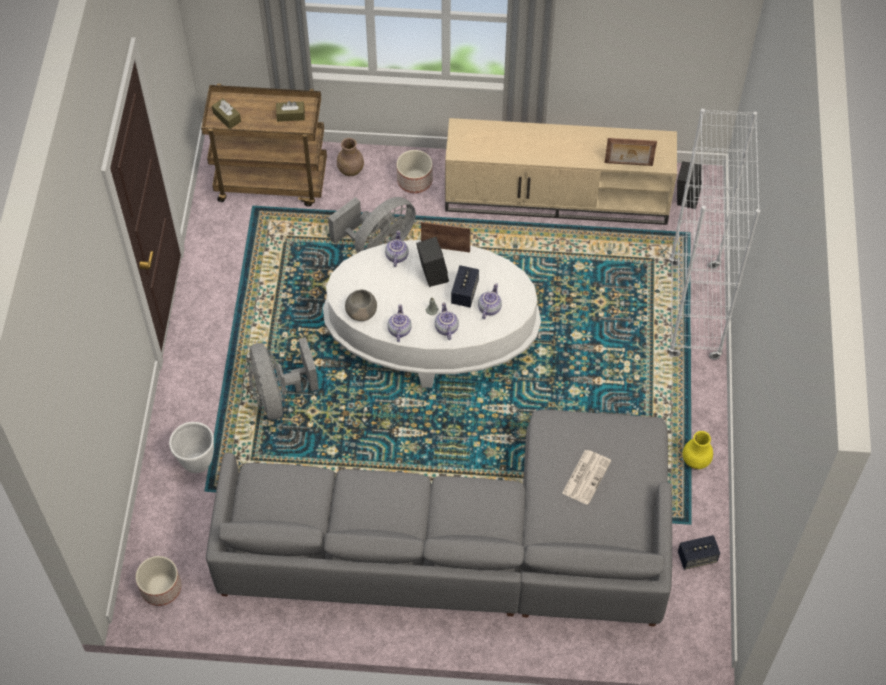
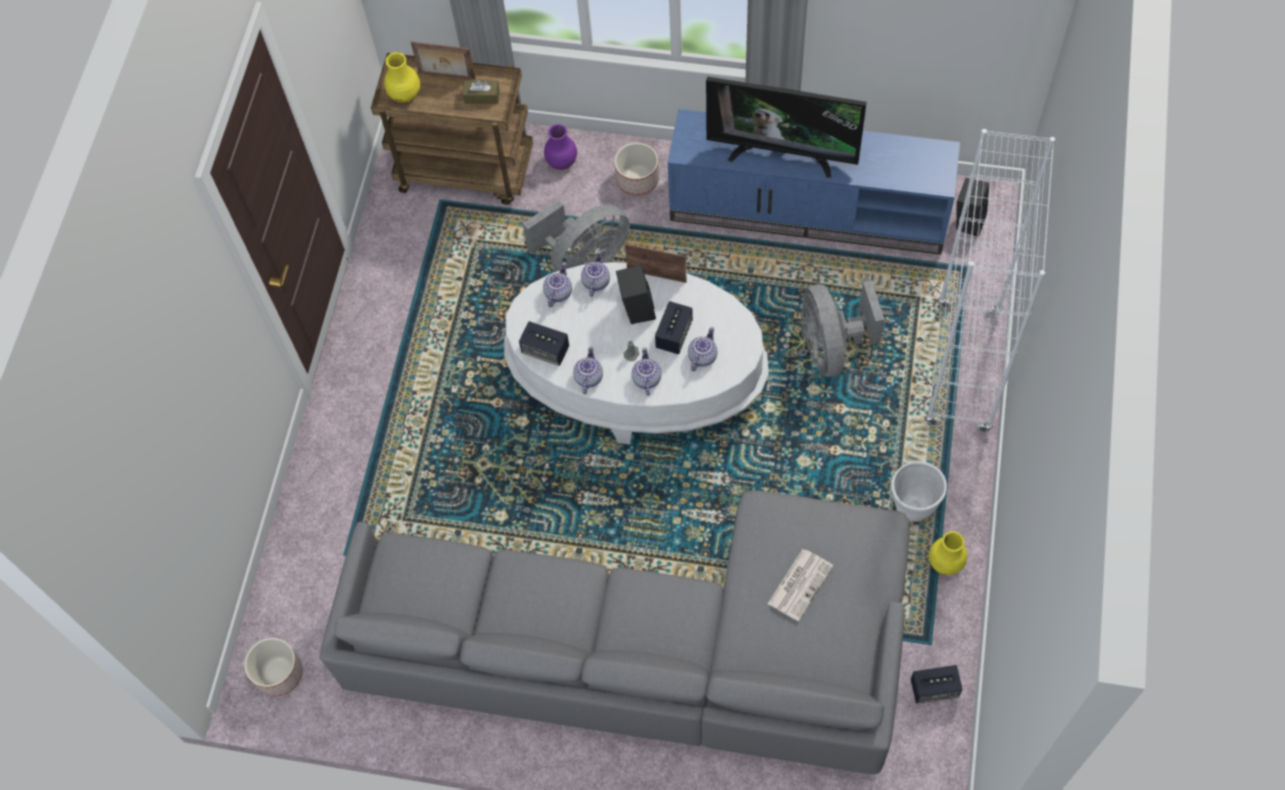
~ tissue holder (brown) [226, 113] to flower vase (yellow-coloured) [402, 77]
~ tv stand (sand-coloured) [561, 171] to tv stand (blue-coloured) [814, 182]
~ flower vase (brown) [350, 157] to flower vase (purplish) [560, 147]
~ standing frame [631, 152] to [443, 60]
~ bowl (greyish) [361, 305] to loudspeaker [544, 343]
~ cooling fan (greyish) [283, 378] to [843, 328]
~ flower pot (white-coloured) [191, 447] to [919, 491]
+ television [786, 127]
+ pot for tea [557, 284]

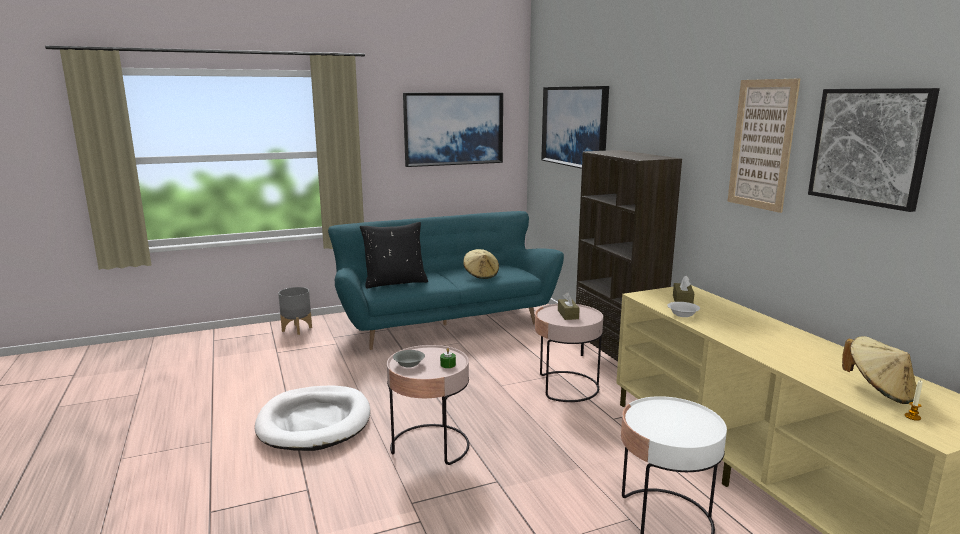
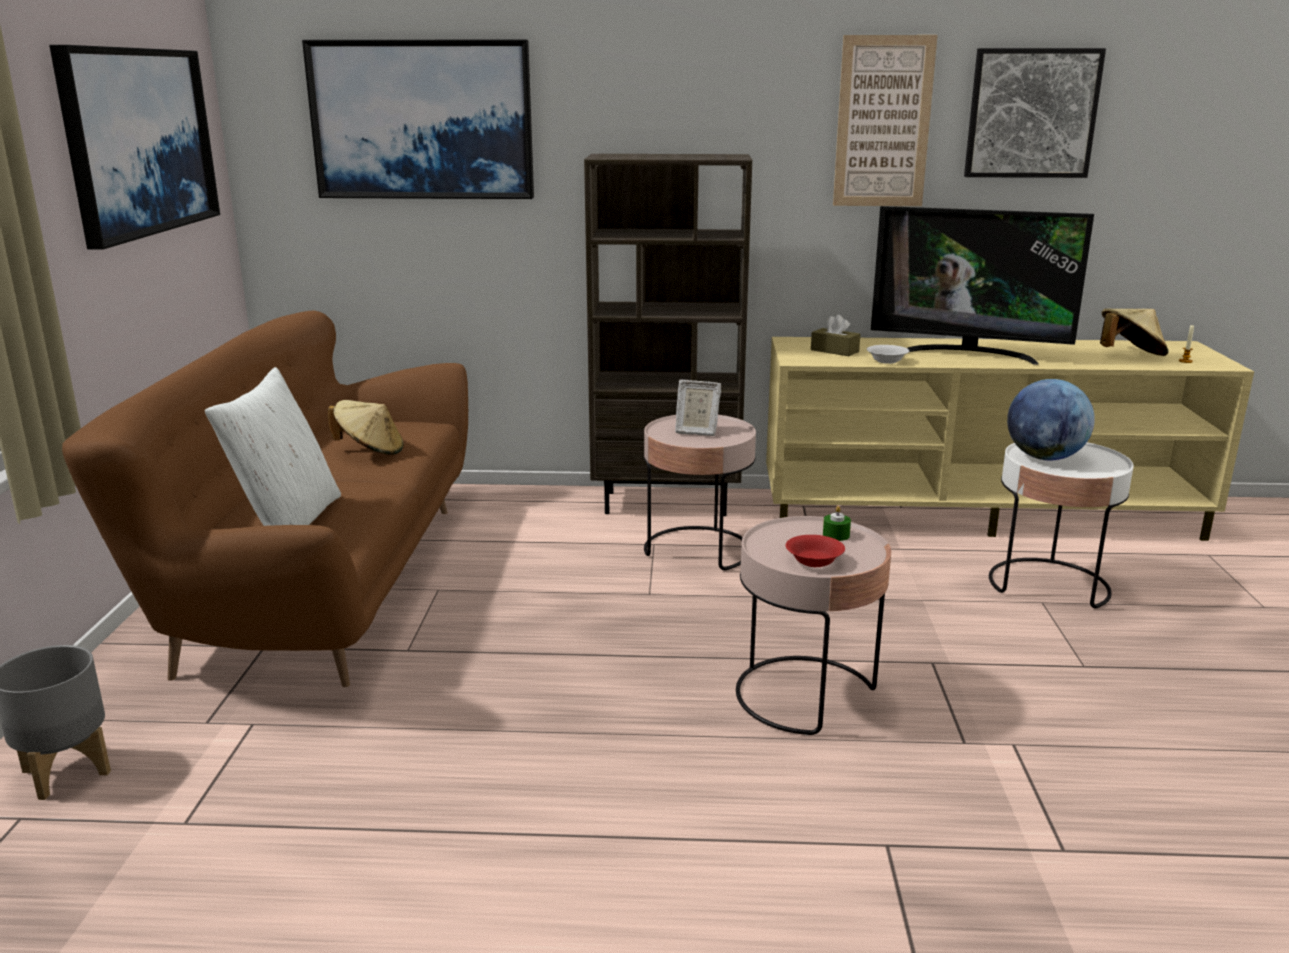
~ settee (turquoise) [446, 280] to settee (brown) [265, 498]
~ throw pillow (black) [394, 255] to throw pillow (white-coloured) [273, 446]
~ tissue holder (brown) [569, 306] to standing frame [698, 408]
~ bowl (greyish) [409, 359] to bowl (red) [815, 551]
- dog bed (white-coloured) [312, 418]
+ television [982, 285]
+ desk globe [1051, 420]

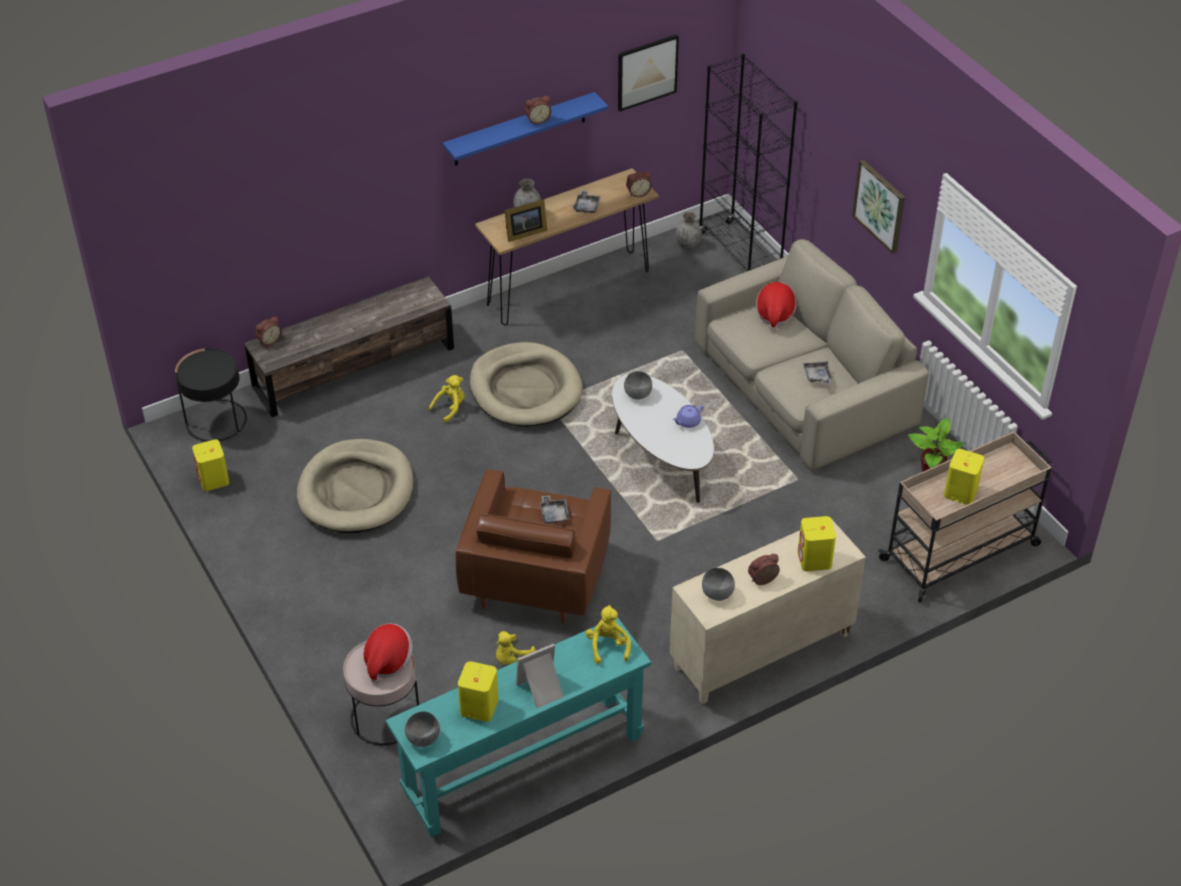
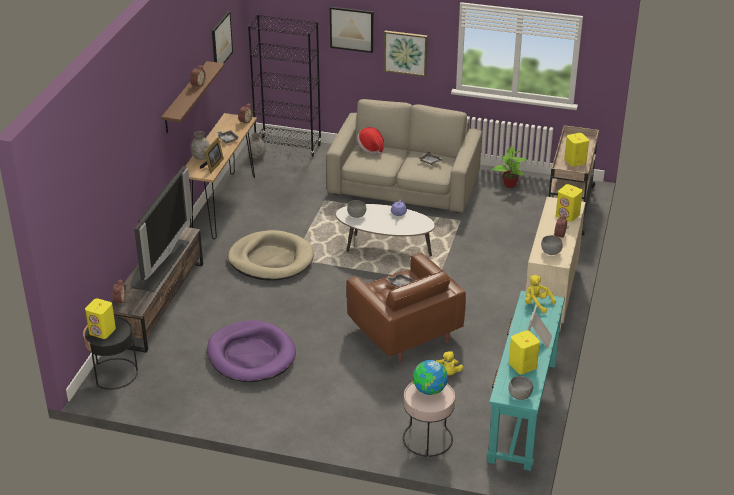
~ shelf (blue-coloured) [525, 129] to shelf (brown) [193, 97]
- soft toy (yellow-coloured) [447, 399]
~ loudspeaker (yellow-coloured) [210, 465] to [100, 318]
~ dog bed (sand-coloured) [355, 486] to dog bed (purplish) [251, 351]
~ hat [388, 654] to desk globe [430, 377]
+ wall art [351, 30]
+ television [162, 229]

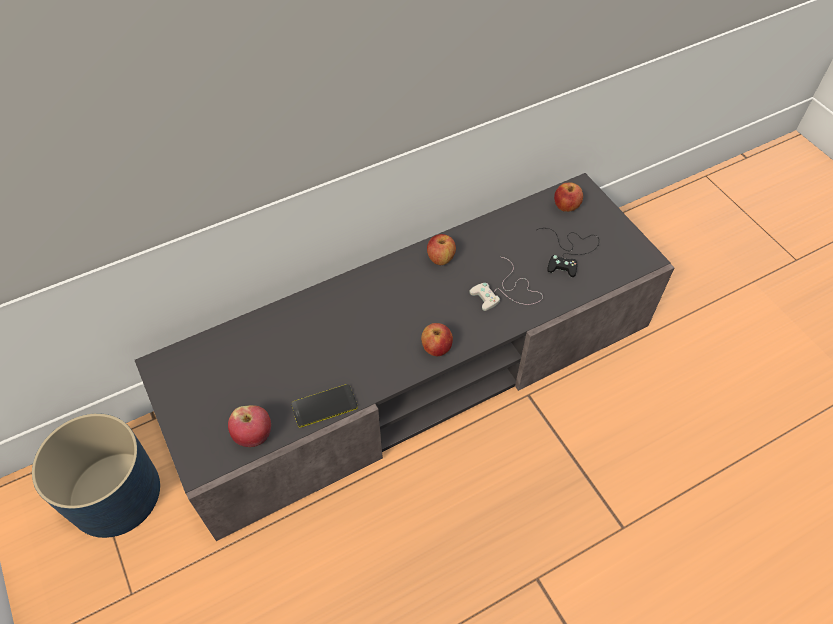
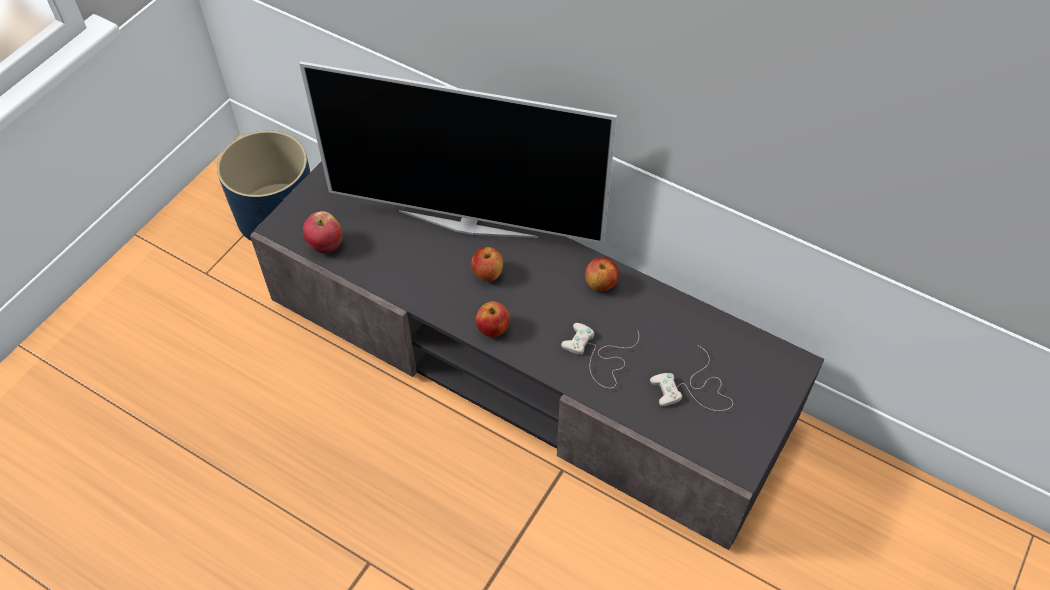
~ apple [568, 197] to [487, 264]
~ gamepad (black) [568, 252] to gamepad (white-coloured) [691, 378]
- telephone [324, 406]
+ television [458, 152]

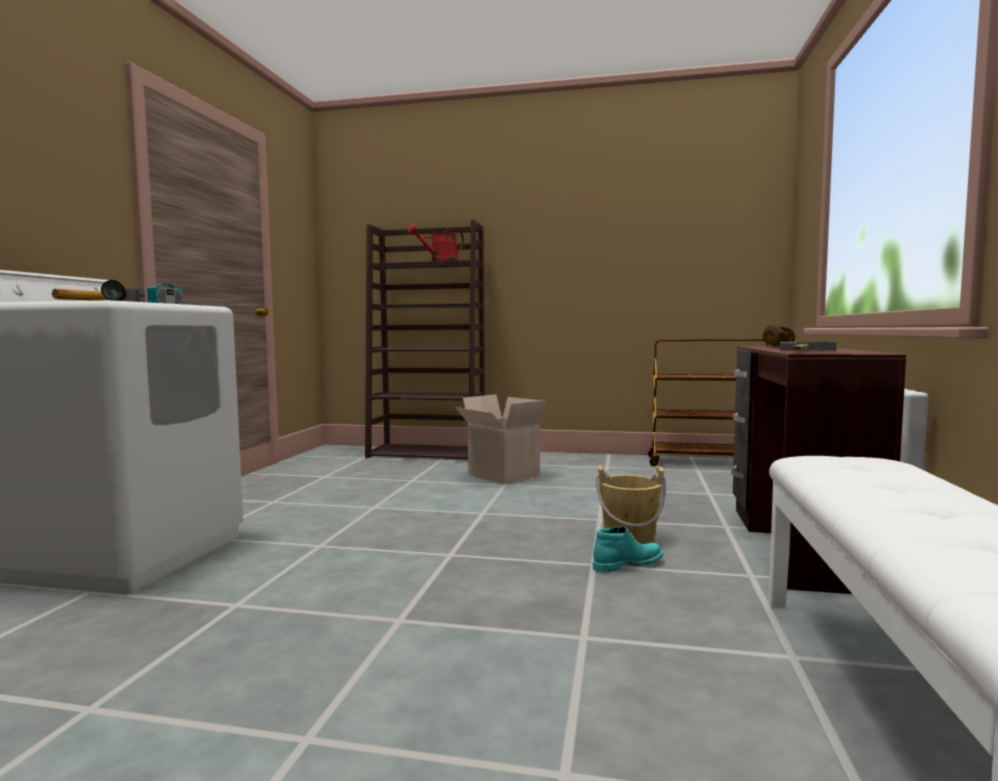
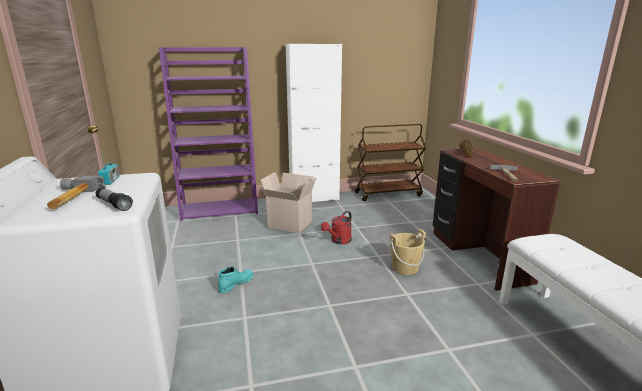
~ bookcase (brown) [425, 339] to bookcase (purplish) [208, 134]
~ watering can (red) [435, 242] to [336, 227]
~ tall boot (turquoise) [628, 549] to [236, 280]
+ storage cabinet (white-coloured) [314, 123]

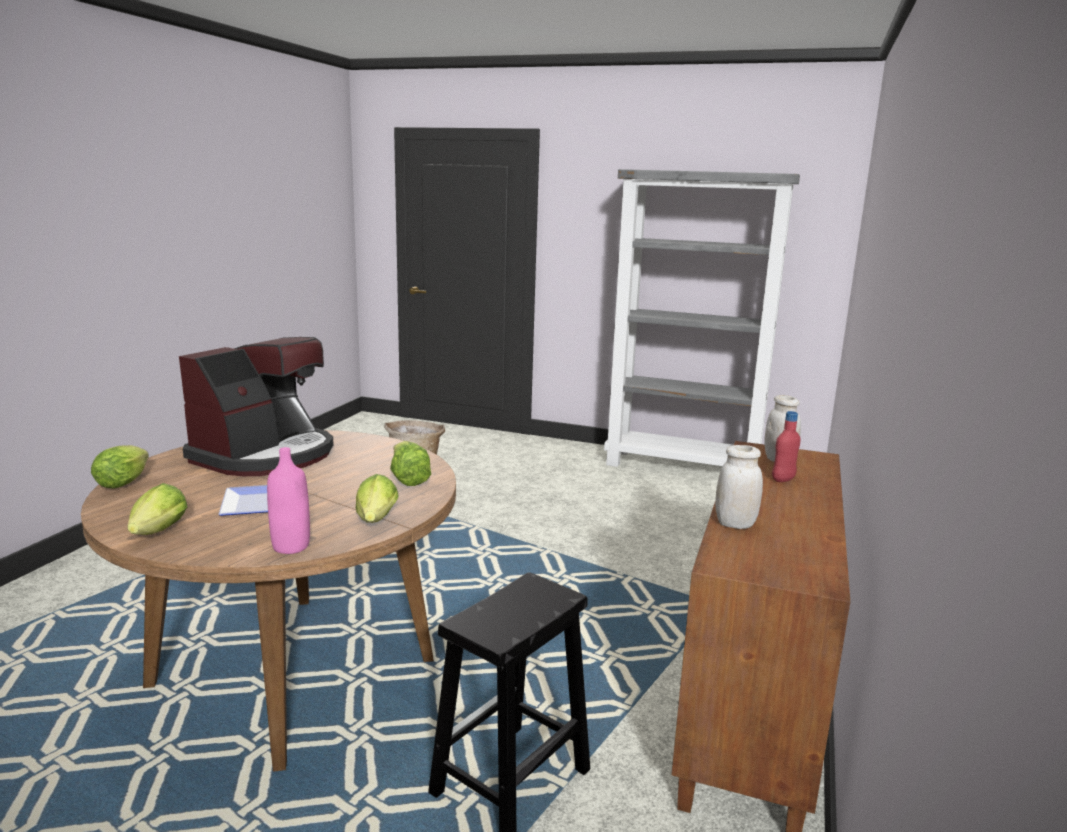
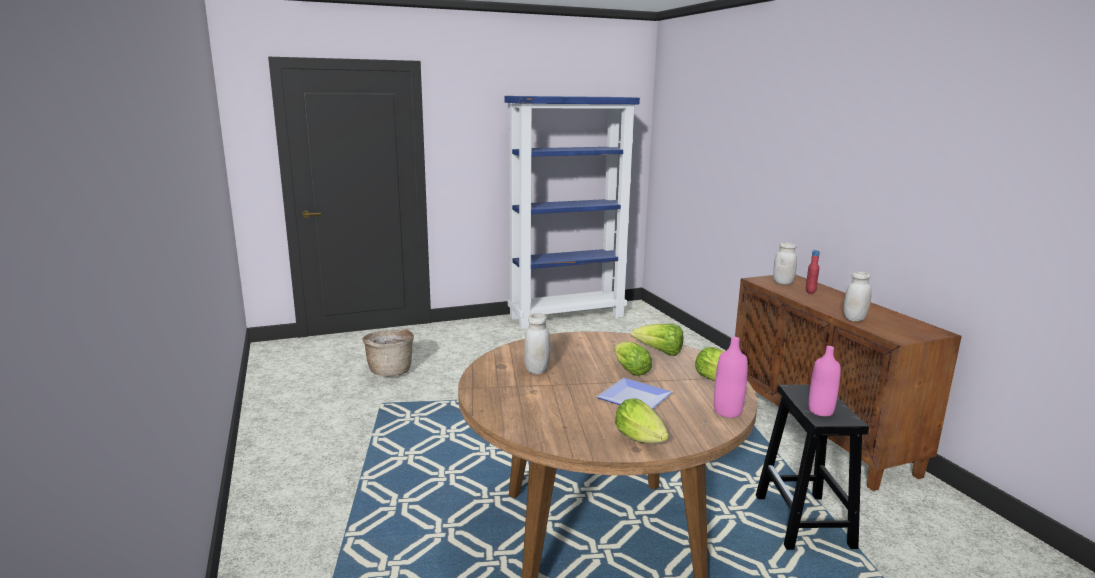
~ bookcase (greyish) [702, 318] to bookcase (blue-coloured) [572, 212]
~ coffee maker [256, 406] to preserve jar (white-coloured) [537, 343]
~ lettuce head [120, 467] to [633, 358]
+ beverage bottle (pinkish) [824, 381]

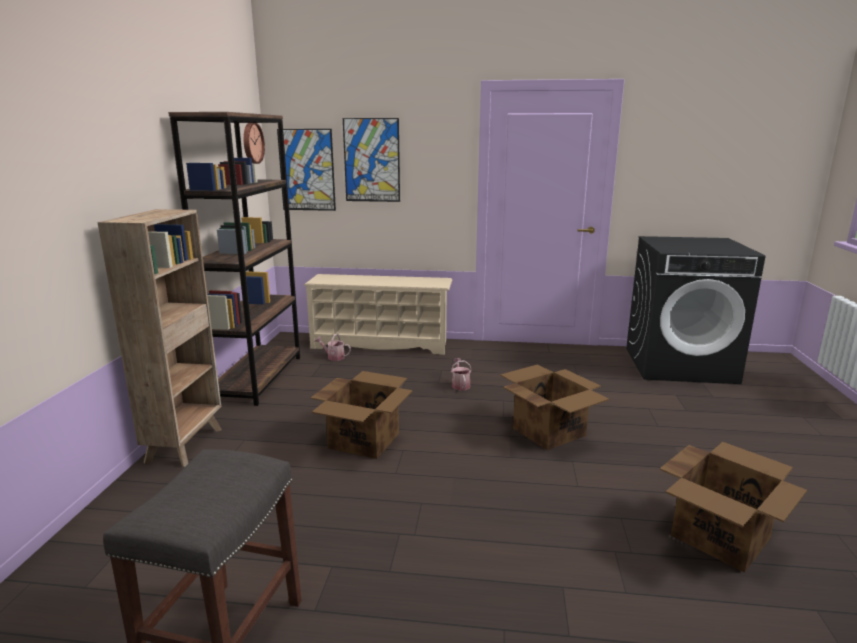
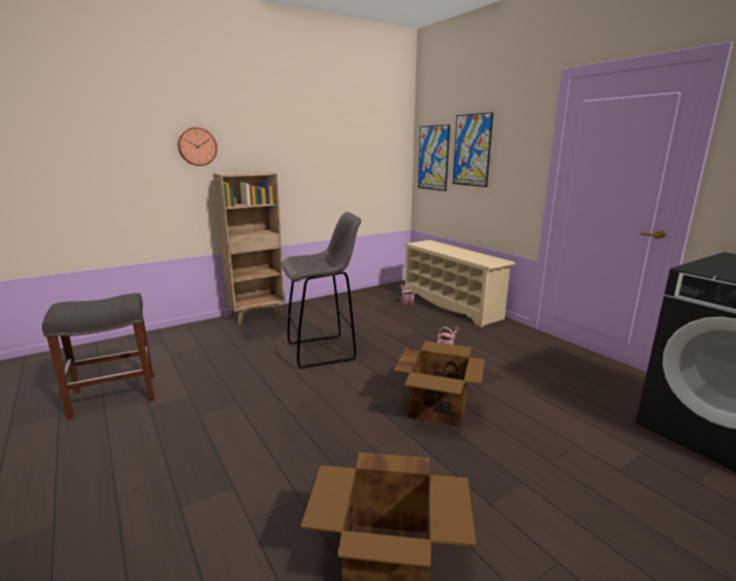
- bookcase (brown) [234, 259]
~ clock on the wall [254, 143] to [197, 146]
~ cardboard box [361, 415] to stool seat (greyish) [321, 290]

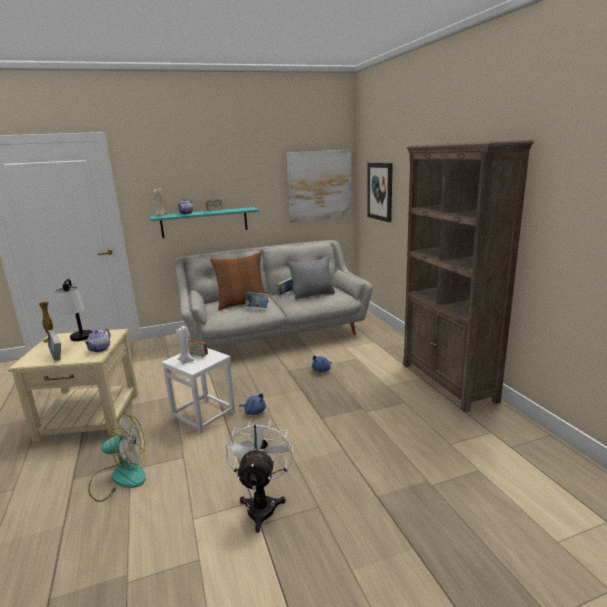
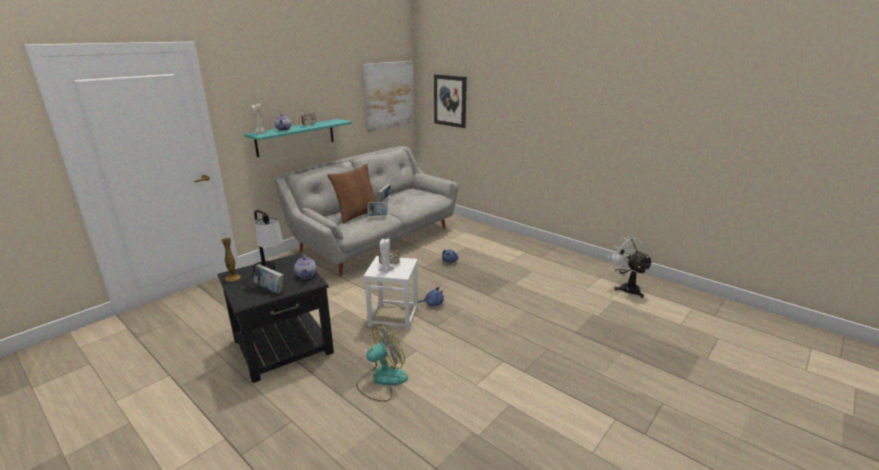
- bookcase (brown) [468, 276]
- throw pillow (greyish) [311, 277]
~ accent table (sand-coloured) [73, 385] to accent table (black) [275, 318]
~ cooling fan (white-coloured) [259, 475] to [630, 266]

